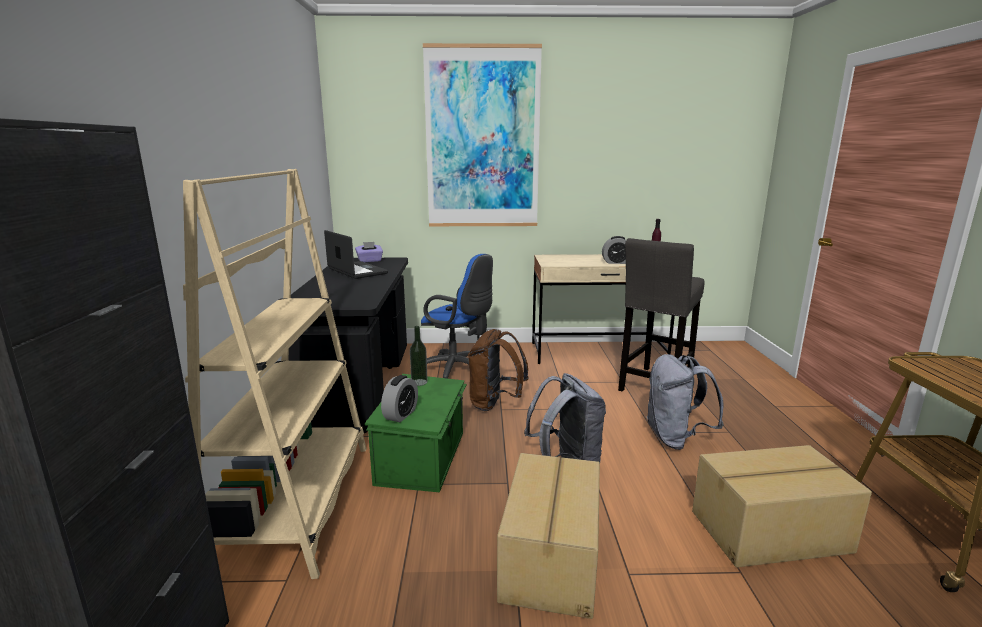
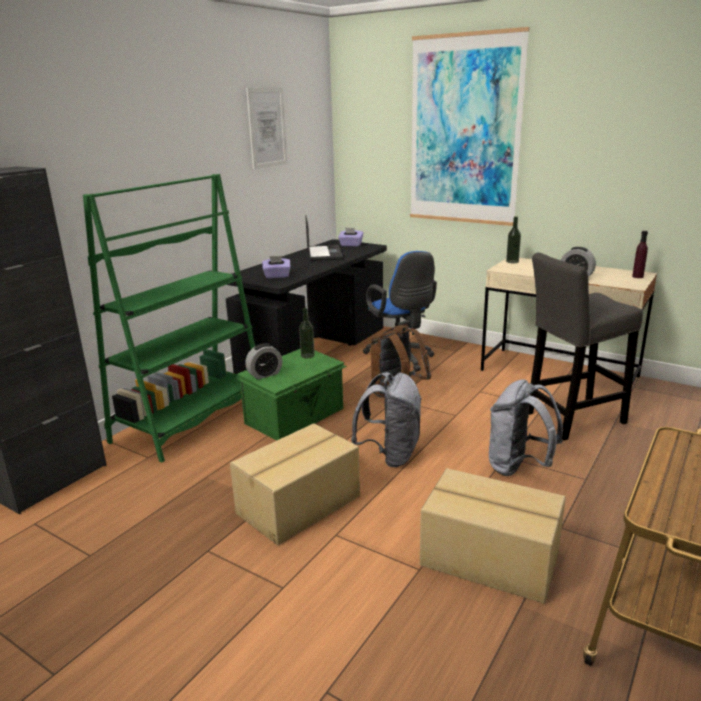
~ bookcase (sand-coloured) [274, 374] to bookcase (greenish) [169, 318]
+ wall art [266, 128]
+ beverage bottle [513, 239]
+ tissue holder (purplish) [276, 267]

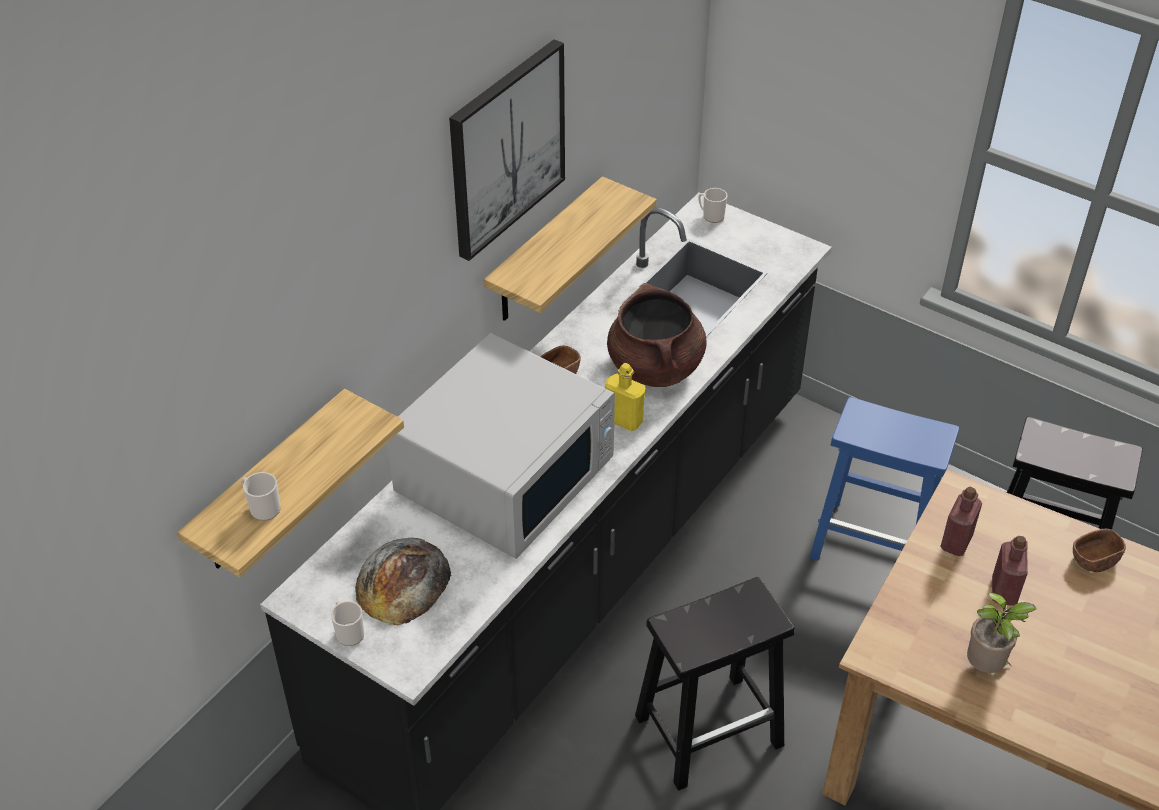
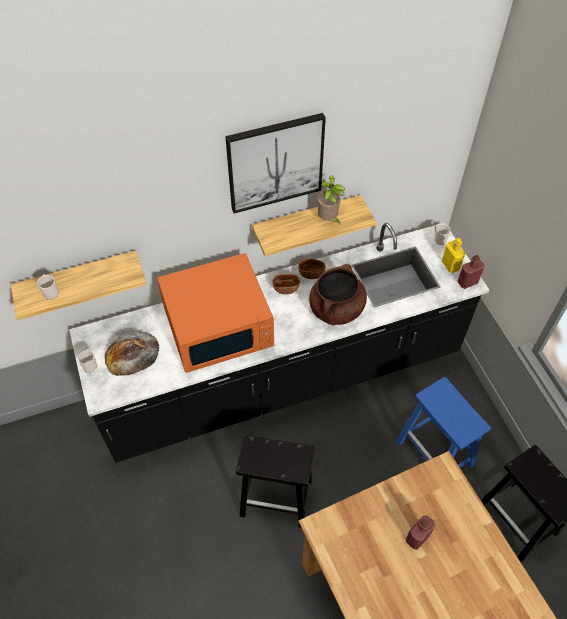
~ microwave oven (white-coloured) [501, 446] to microwave oven (orange) [215, 313]
~ beverage bottle (yellow-coloured) [625, 397] to [453, 255]
~ beverage bottle (red) [961, 521] to [471, 272]
~ bowl (brown) [1099, 550] to [311, 268]
~ plant in a pot [1002, 632] to [331, 200]

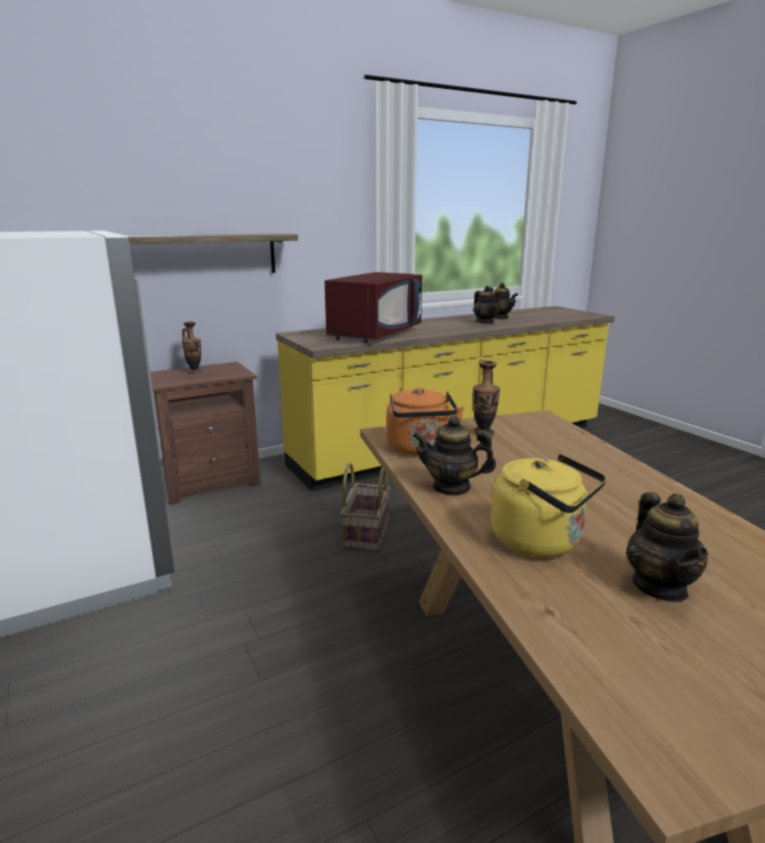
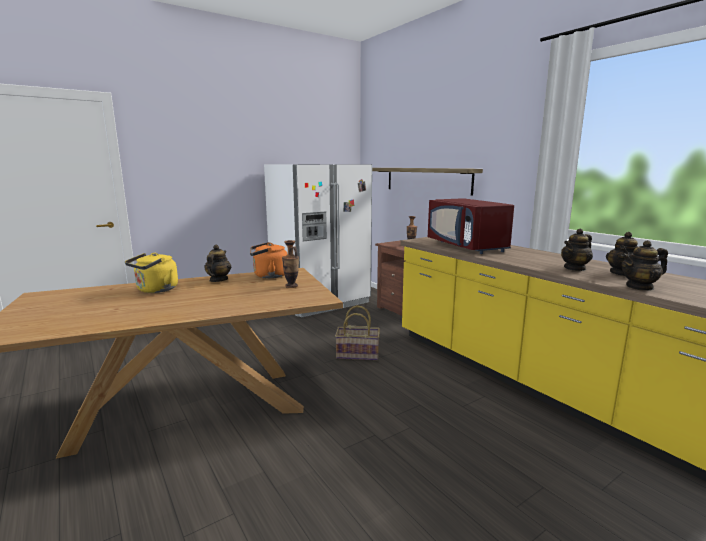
~ microwave oven (red) [373, 307] = [471, 226] 45 degrees clockwise
~ pot for tea [667, 547] to [644, 265]

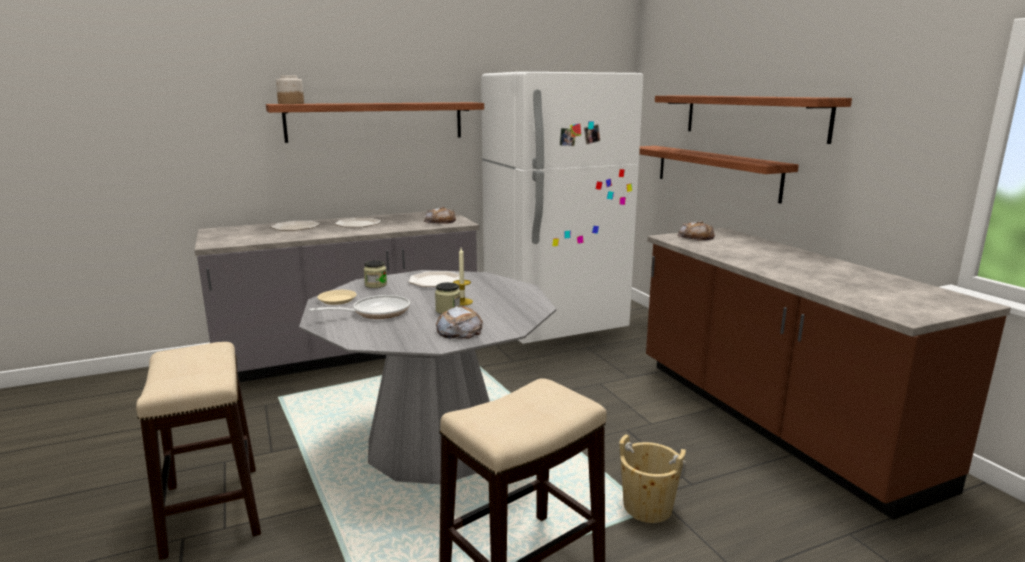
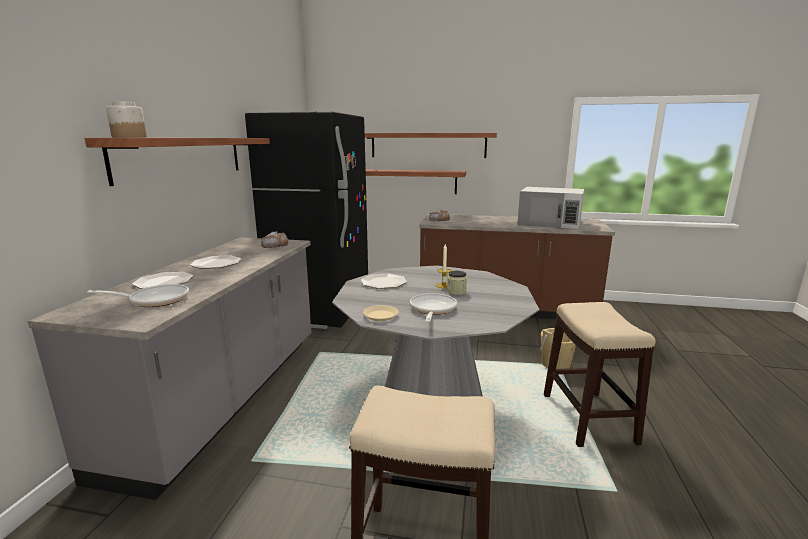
~ kitchen fridge (white-coloured) [562, 208] to kitchen fridge (black) [306, 220]
- preserve jar [375, 274]
- bread [459, 322]
+ microwave oven (white-coloured) [550, 208]
+ frying pan [138, 295]

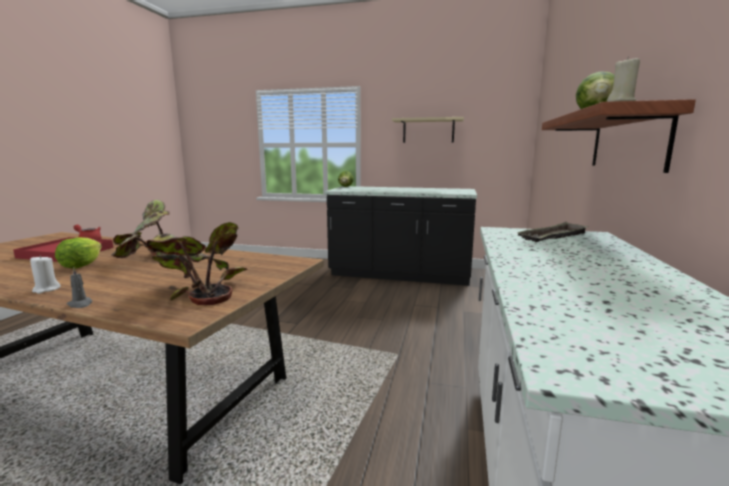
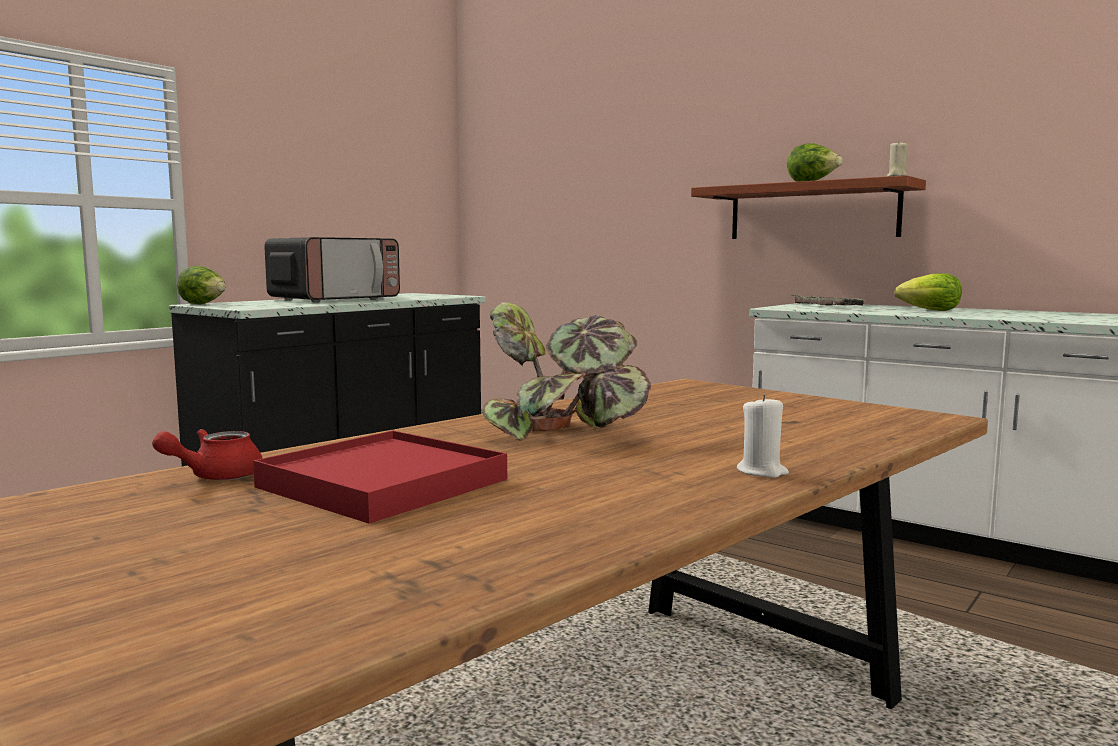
- shelf (sand-coloured) [428, 130]
- plant in a pot [196, 263]
~ lettuce head [78, 253] to [928, 292]
- wax light (greyish) [79, 287]
+ microwave oven [332, 269]

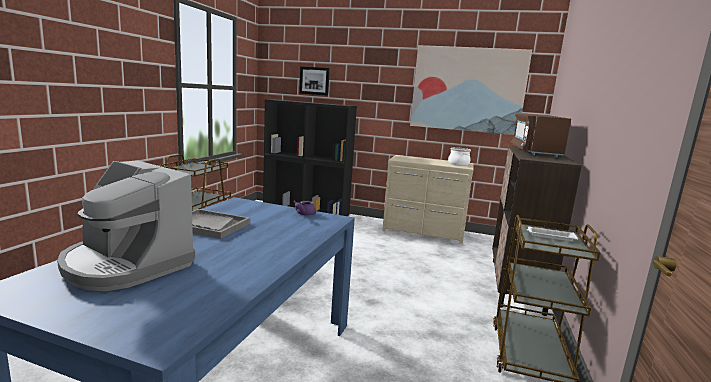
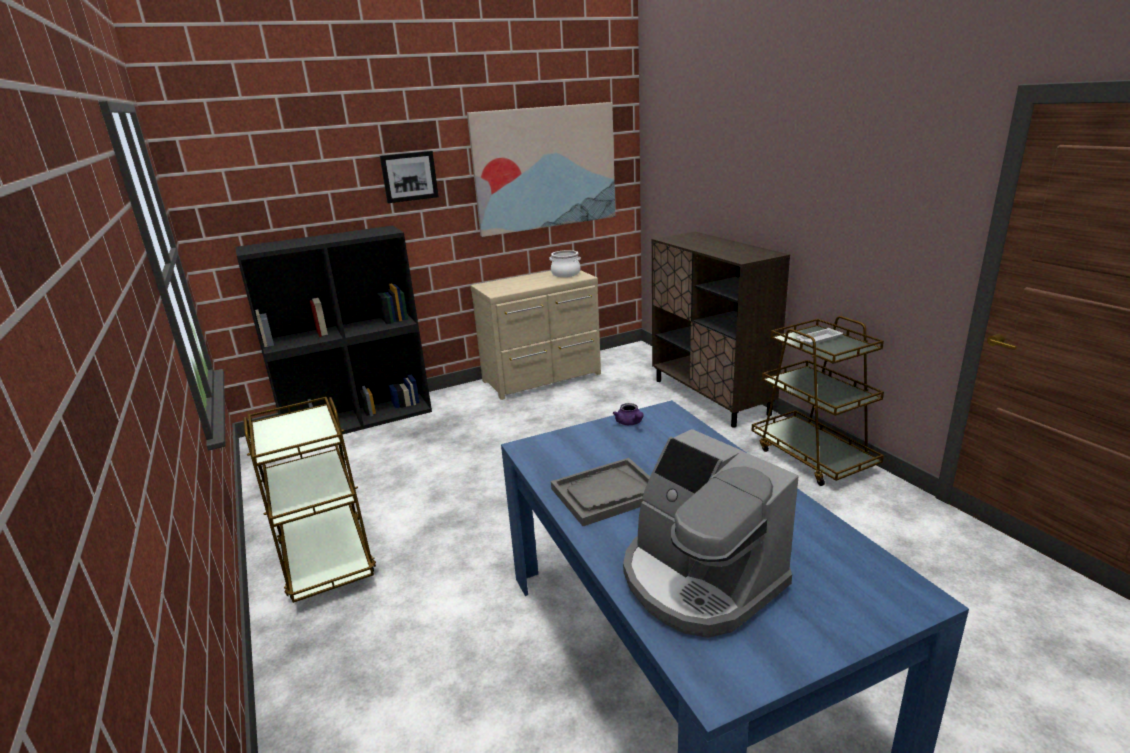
~ wall art [314, 81] to [409, 177]
- microwave oven (brown) [541, 135]
~ coffee maker [126, 225] = [711, 533] 60 degrees clockwise

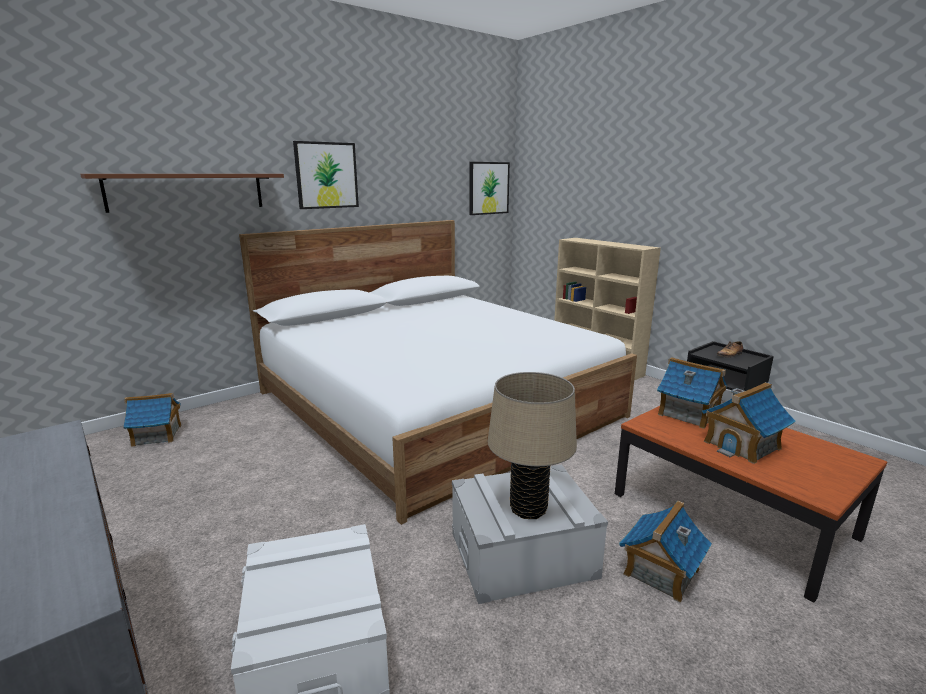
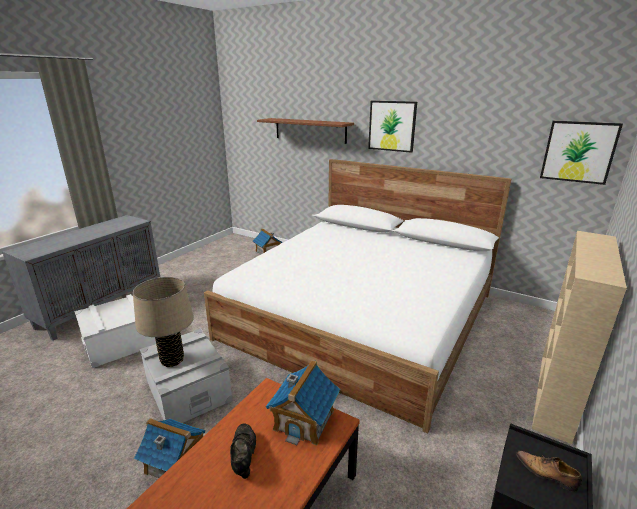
~ miniature house [749, 423] to shoe (black) [243, 451]

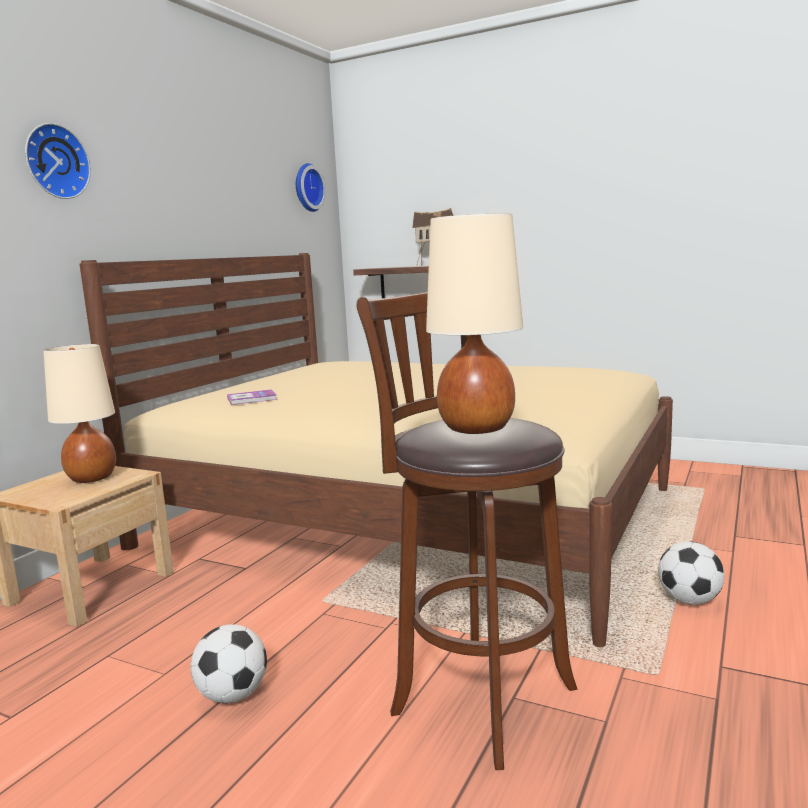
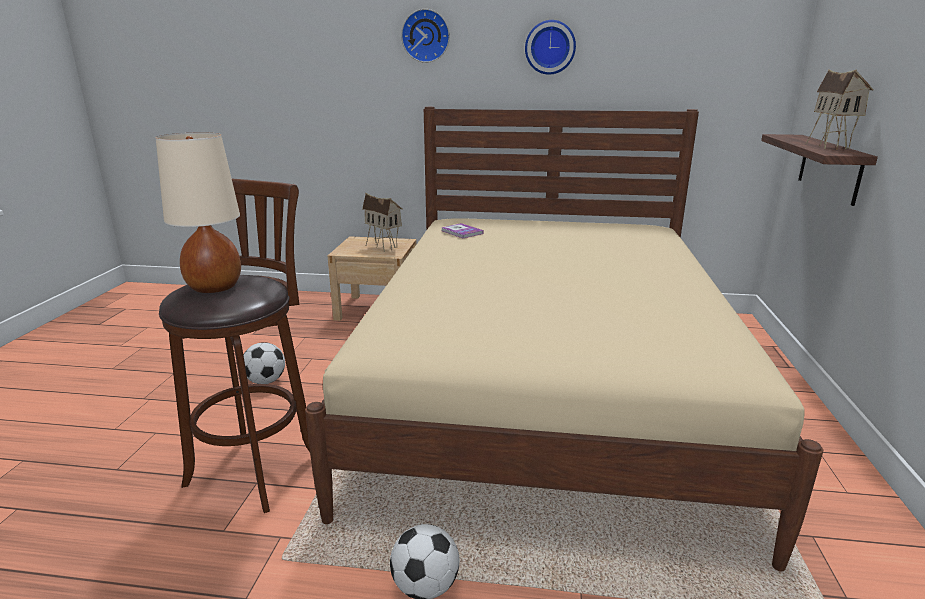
~ clock on the wall [311, 187] to [550, 47]
~ table lamp (sand-coloured) [79, 413] to miniature house [382, 222]

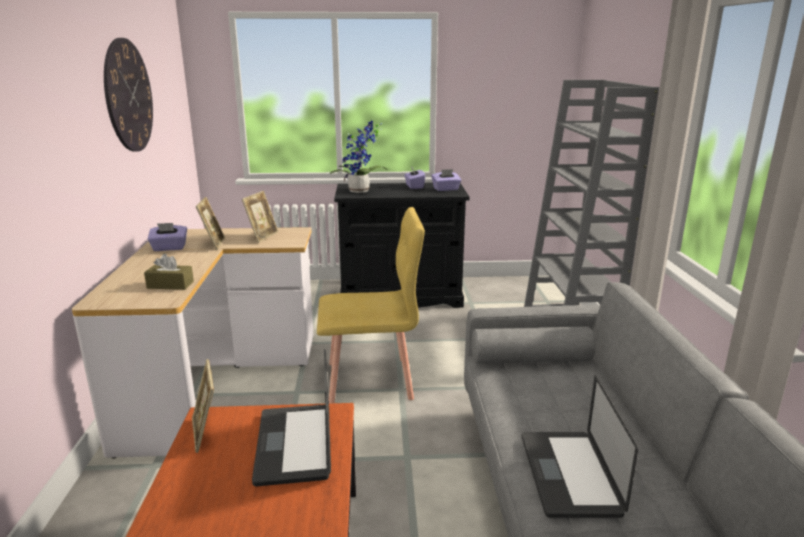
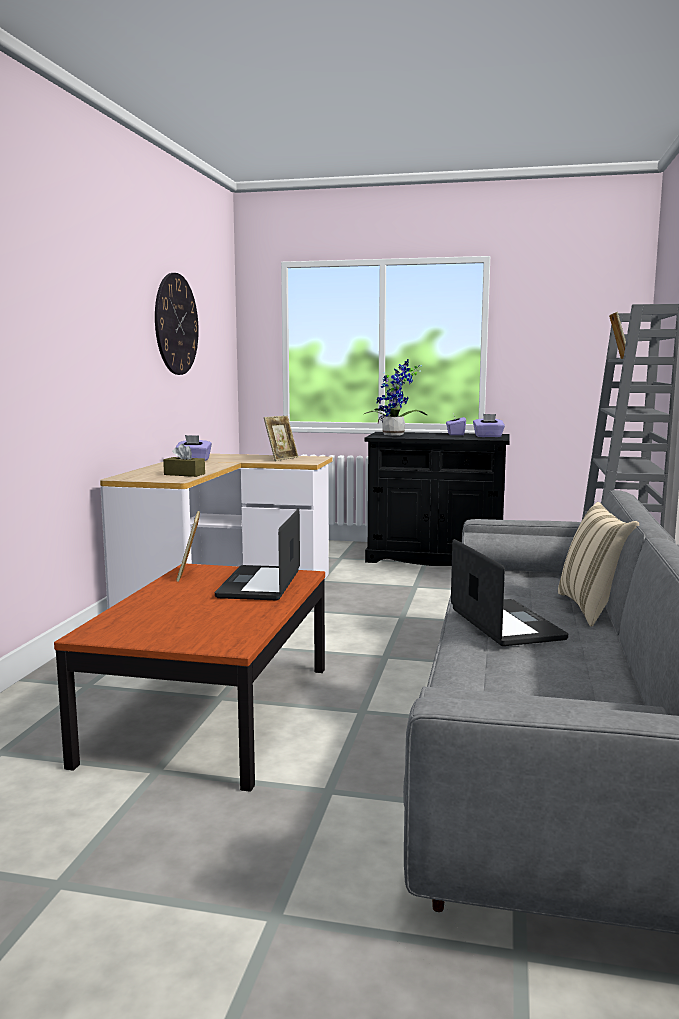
~ standing frame [210, 223] to [617, 335]
- plain chair (yellow-coloured) [371, 305]
~ notebook computer [580, 446] = [509, 592] 150 degrees clockwise
+ throw pillow (sand-coloured) [598, 564]

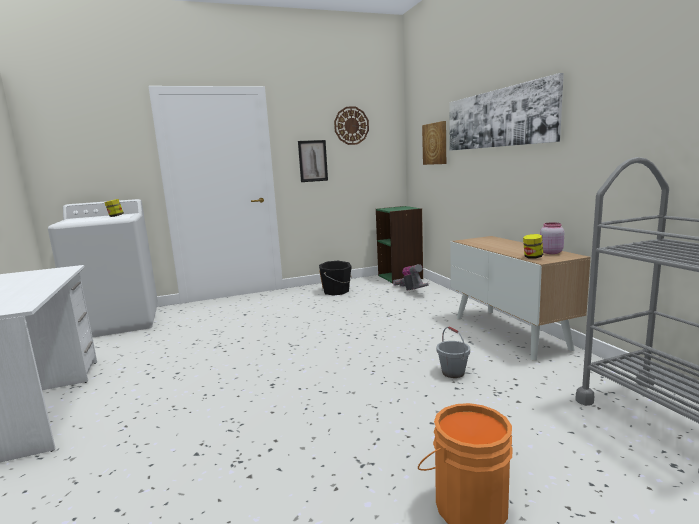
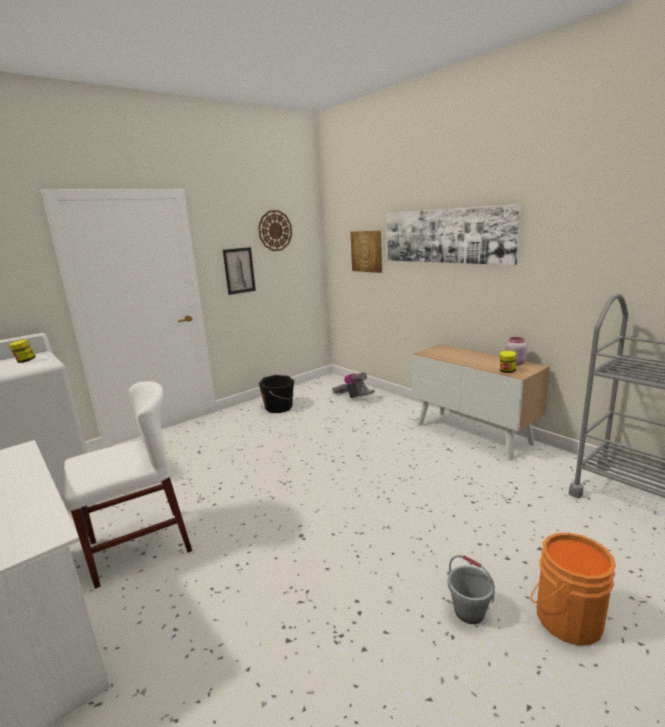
- bookcase (greenish) [399, 245]
~ water bucket (greyish) [453, 352] to [471, 589]
+ plain chair (white-coloured) [128, 485]

